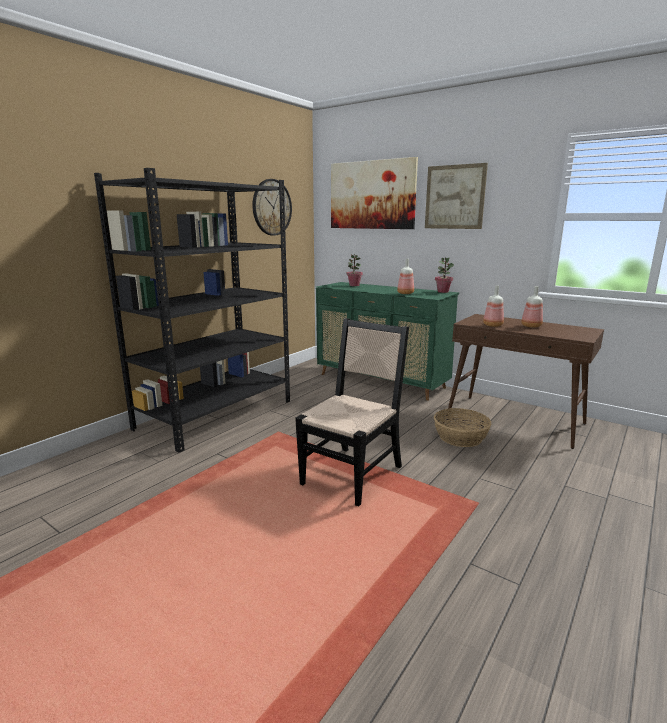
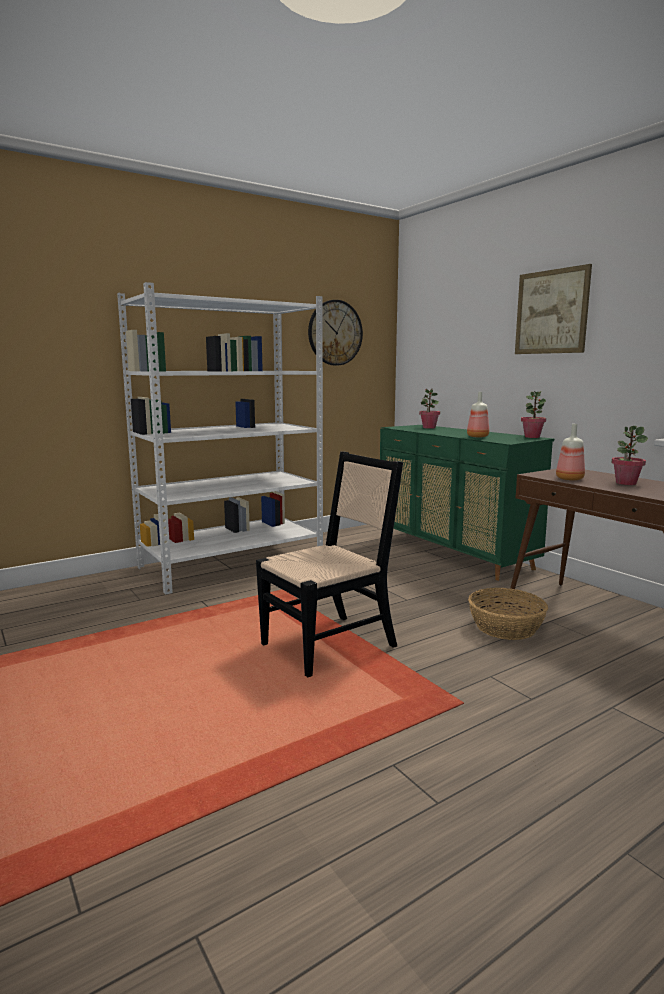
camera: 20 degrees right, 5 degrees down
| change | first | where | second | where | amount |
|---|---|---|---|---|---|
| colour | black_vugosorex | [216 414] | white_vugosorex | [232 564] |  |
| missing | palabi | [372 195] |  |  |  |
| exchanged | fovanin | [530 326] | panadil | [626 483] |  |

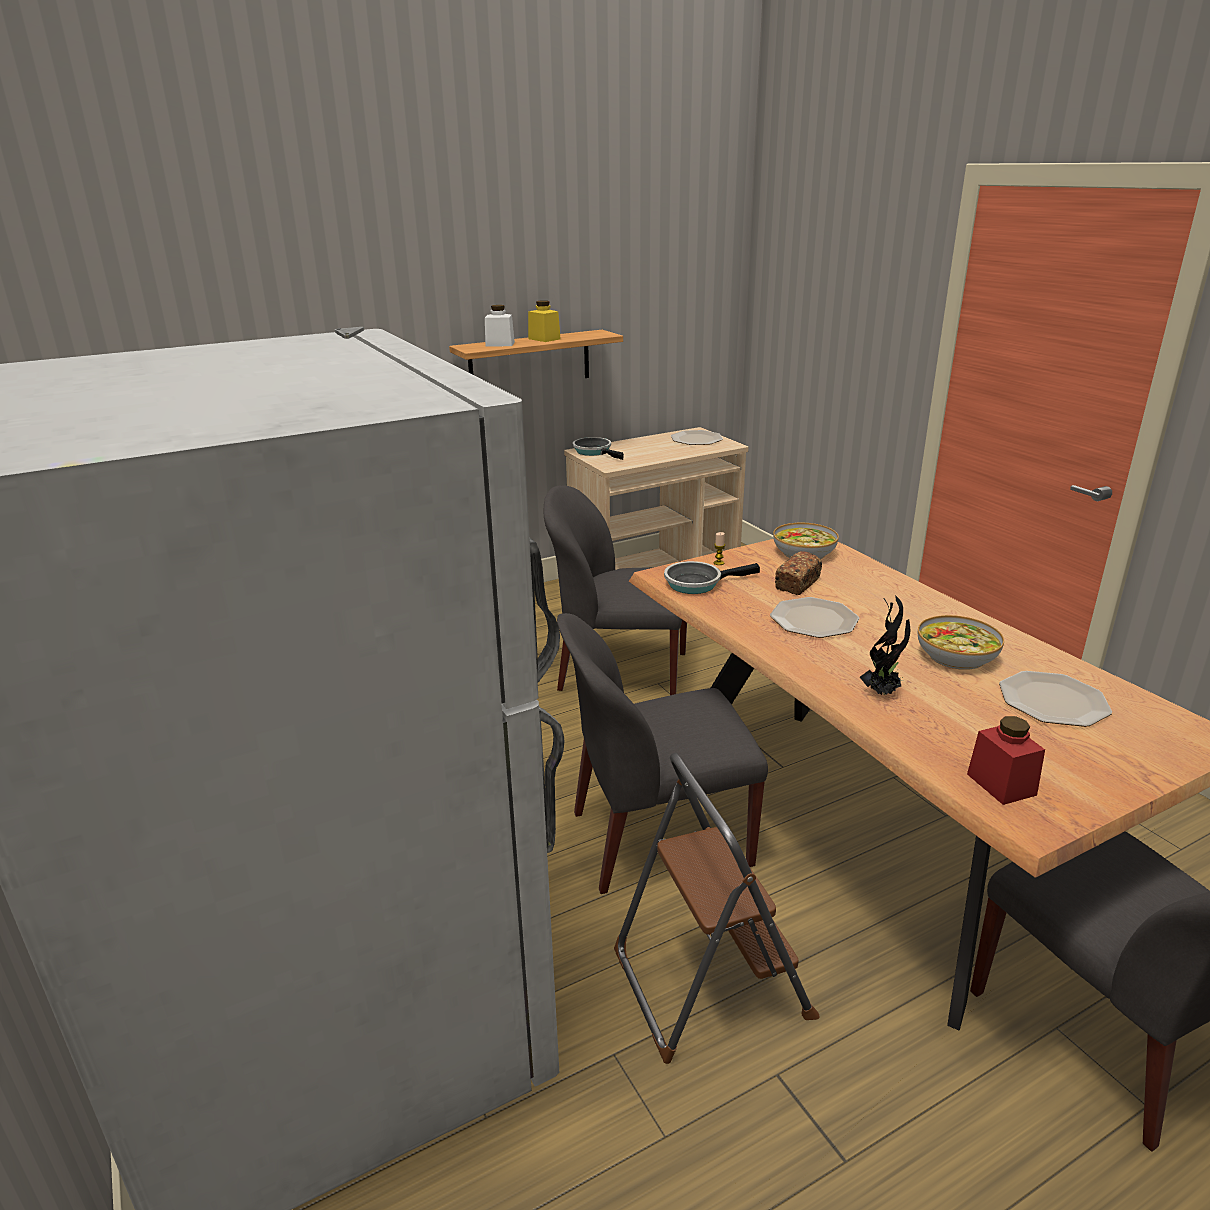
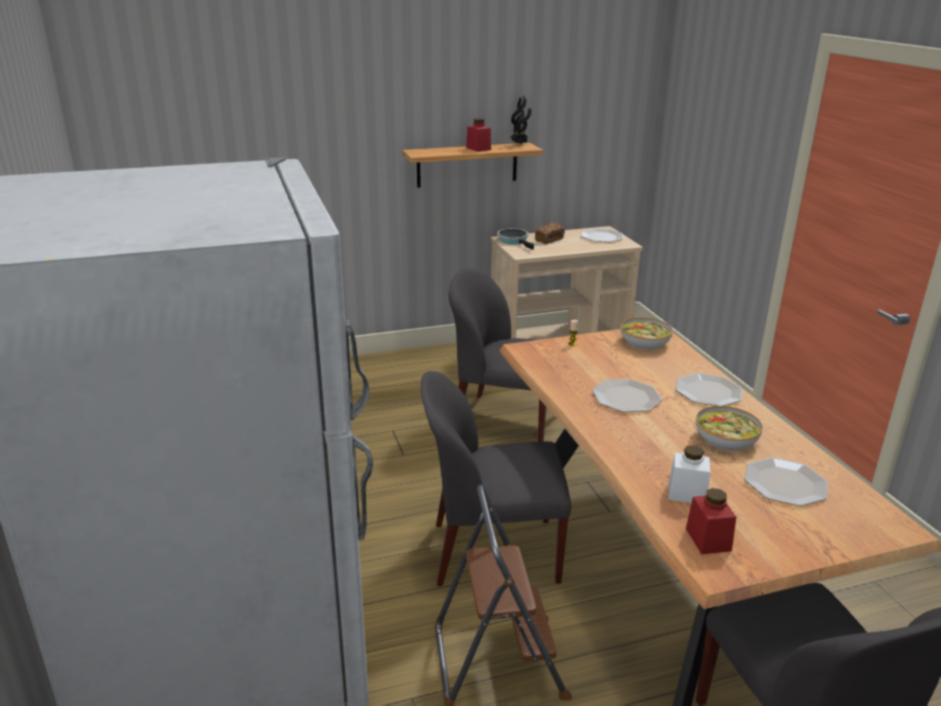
camera: 10 degrees right, 0 degrees up
| change | first | where | second | where | amount |
|---|---|---|---|---|---|
| relocated | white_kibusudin | [500 344] |  | [687 493] |  |
| colour | yellow_kibusudin | [544 339] | red_kibusudin | [478 149] |  |
| missing | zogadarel | [697 583] |  |  |  |
| relocated | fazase | [797 584] |  | [549 240] |  |
| relocated | panadil | [882 692] |  | [520 144] |  |
| appeared |  |  | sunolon | [709 392] |  |

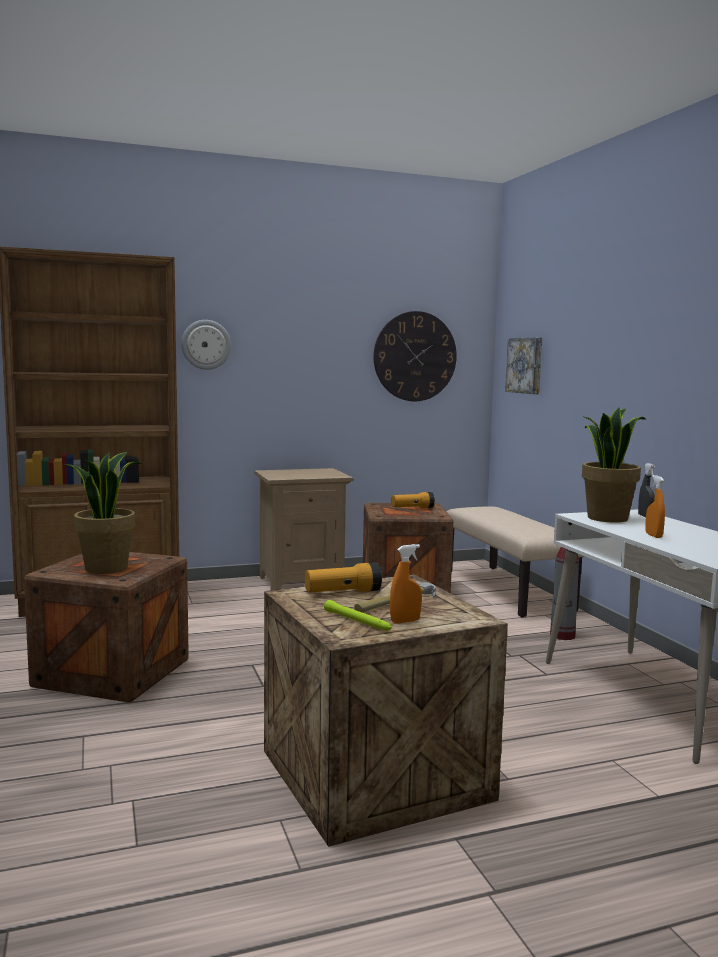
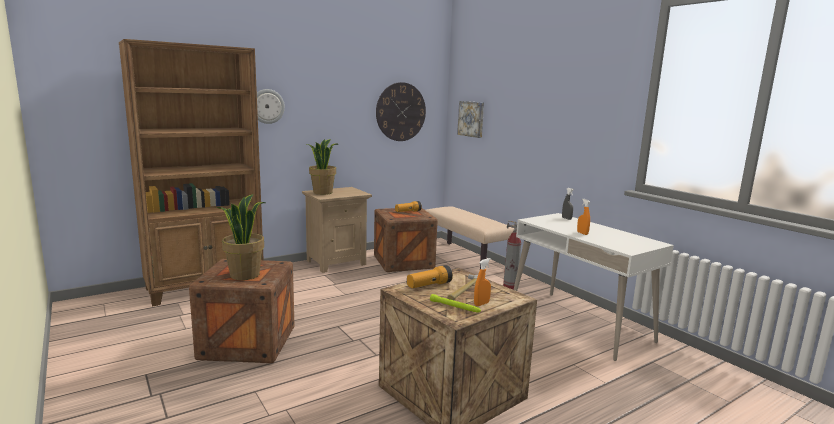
camera: 15 degrees left, 5 degrees up
| change | first | where | second | where | amount |
|---|---|---|---|---|---|
| relocated | panadil | [607 518] |  | [322 192] |  |

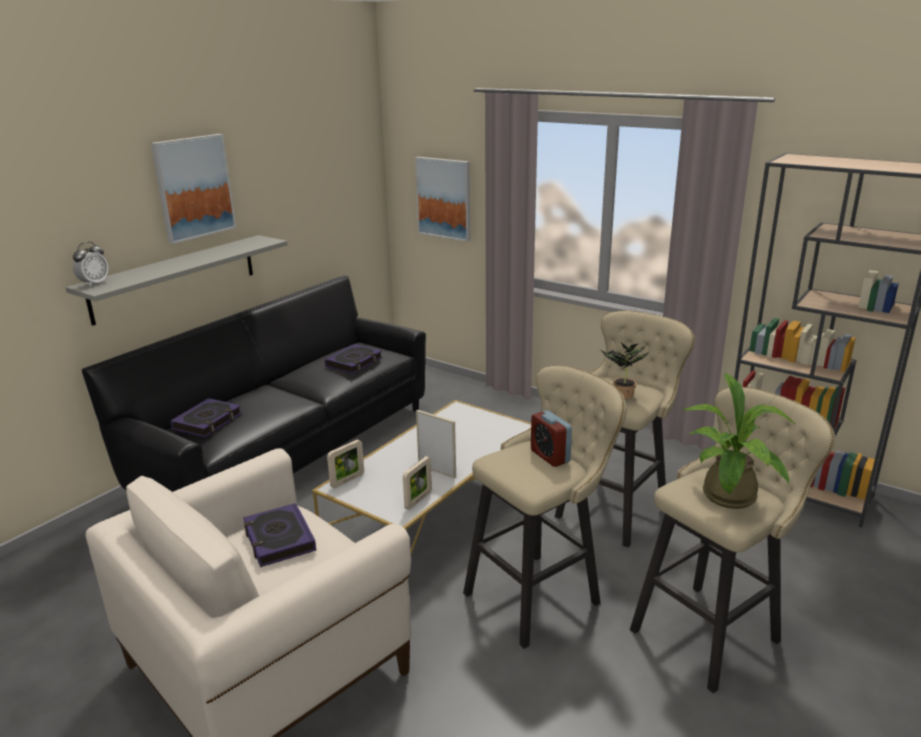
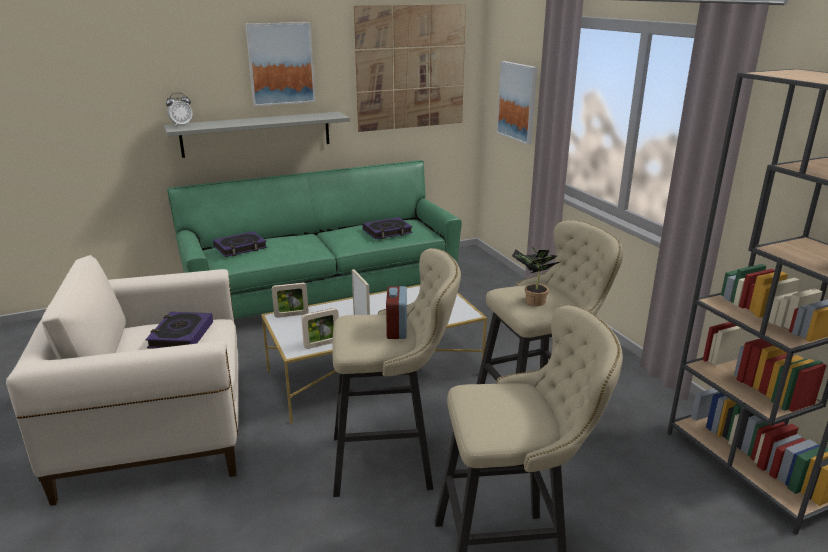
camera: 30 degrees right, 0 degrees up
| change | first | where | second | where | amount |
|---|---|---|---|---|---|
| colour | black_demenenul | [289 451] | green_demenenul | [324 293] |  |
| missing | panadil | [729 500] |  |  |  |
| appeared |  |  | palabi | [411 68] |  |

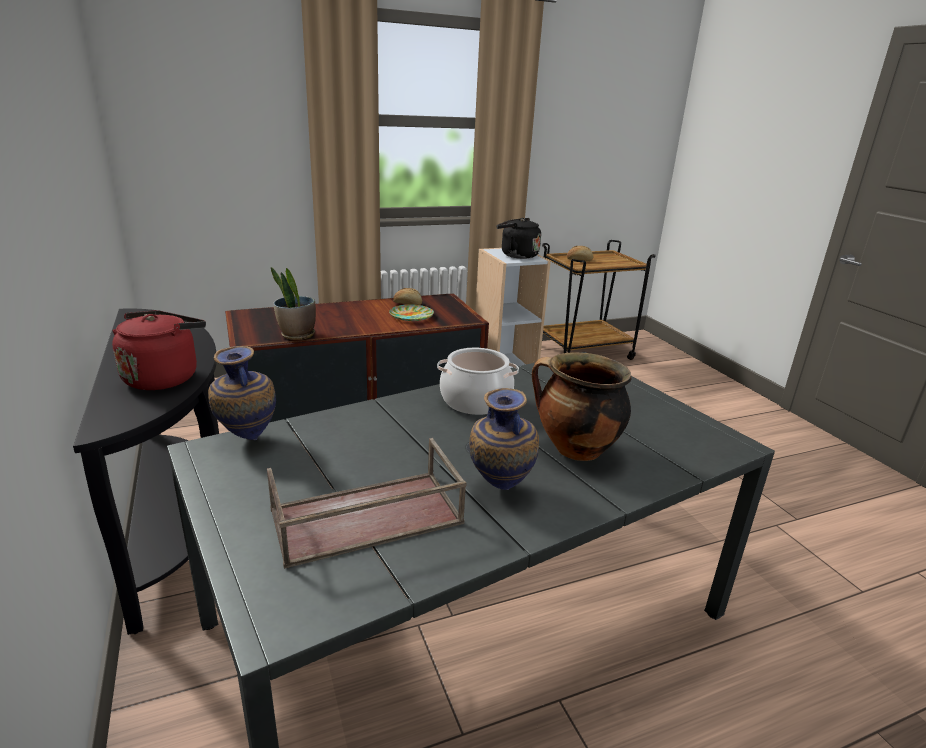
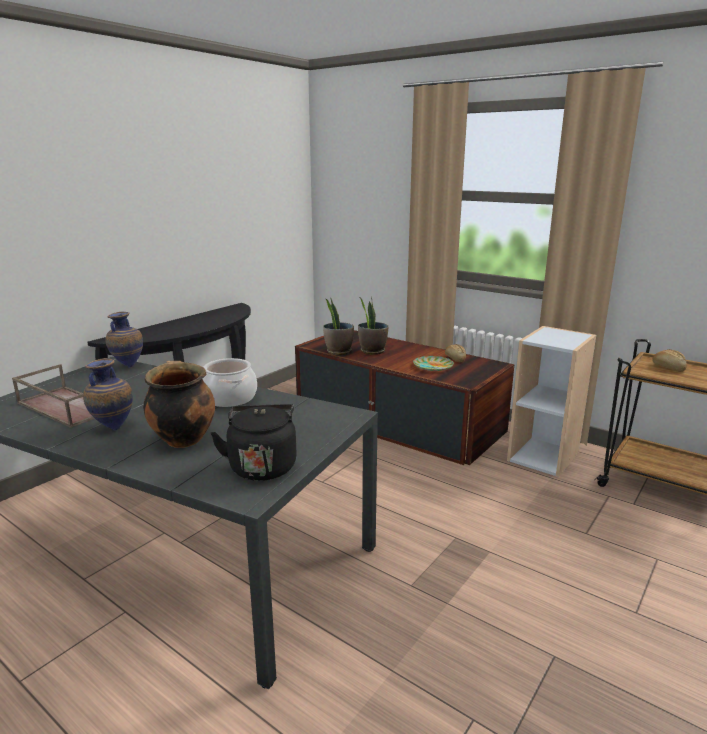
camera: 60 degrees right, 5 degrees down
| change | first | where | second | where | amount |
|---|---|---|---|---|---|
| missing | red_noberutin | [164 377] |  |  |  |
| relocated | black_noberutin | [516 255] |  | [262 466] |  |
| appeared |  |  | panadil | [372 351] |  |

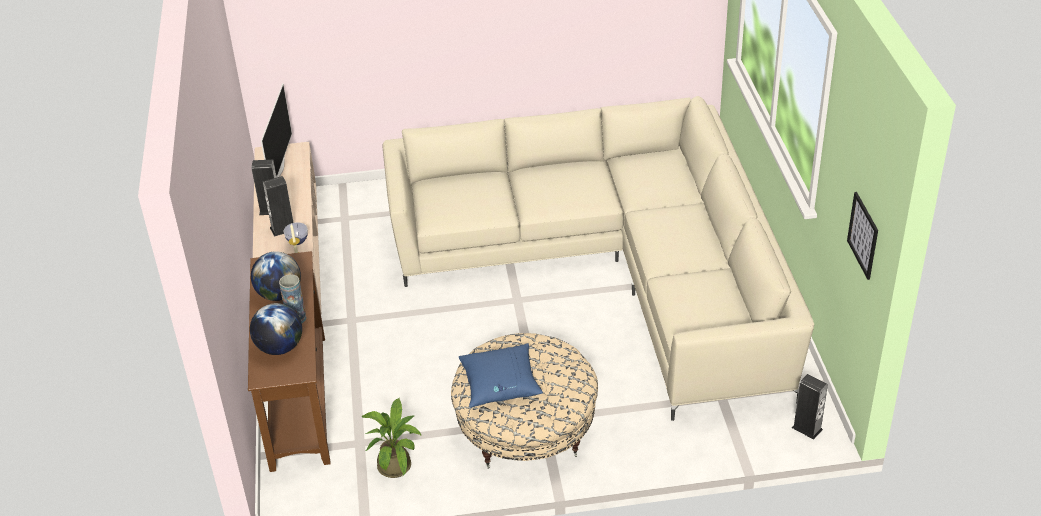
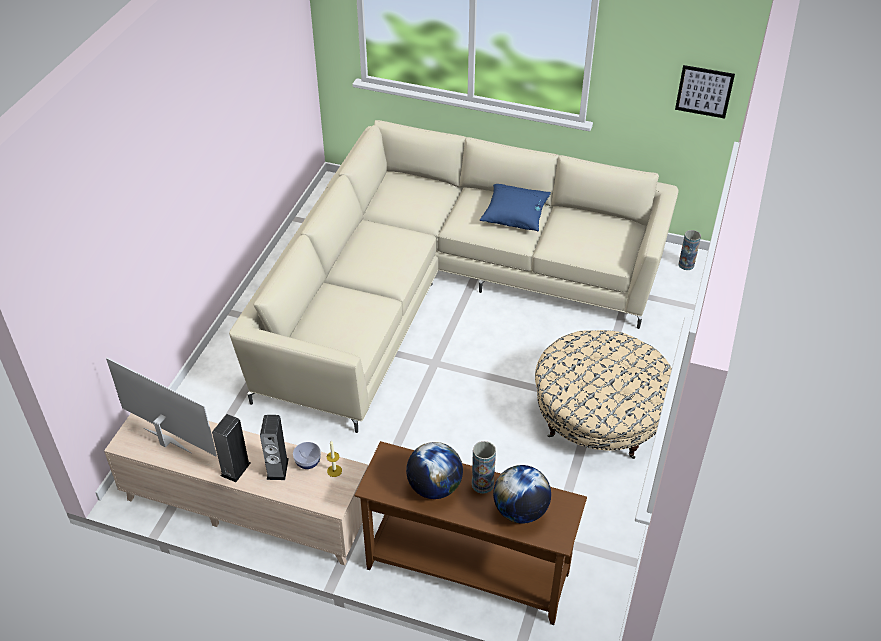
camera: 65 degrees left, 5 degrees up
| change | first | where | second | where | amount |
|---|---|---|---|---|---|
| missing | panadil | [396 463] |  |  |  |
| relocated | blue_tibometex | [500 385] |  | [515 215] |  |
| exchanged | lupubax | [807 428] | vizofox | [686 265] |  |

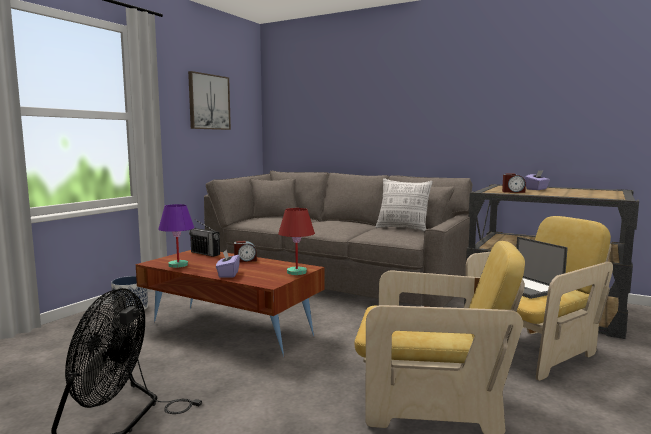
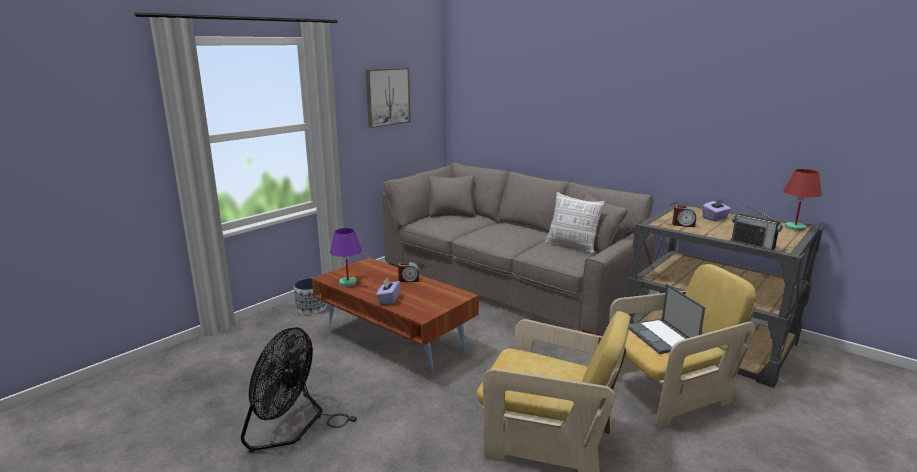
camera: 10 degrees right, 10 degrees up
| change | first | where | second | where | amount |
|---|---|---|---|---|---|
| relocated | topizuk | [205 253] |  | [753 244] |  |
| relocated | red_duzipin | [297 272] |  | [795 227] |  |

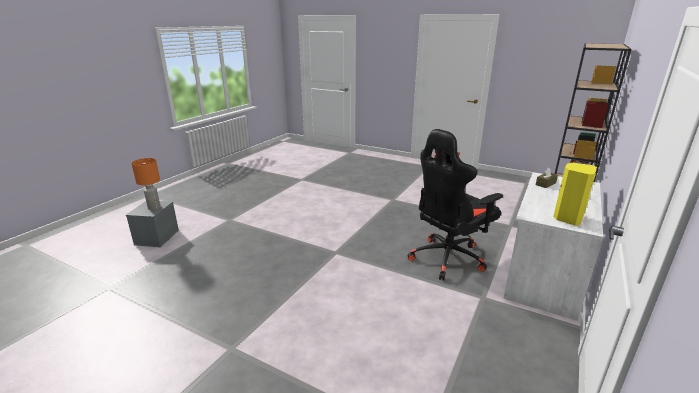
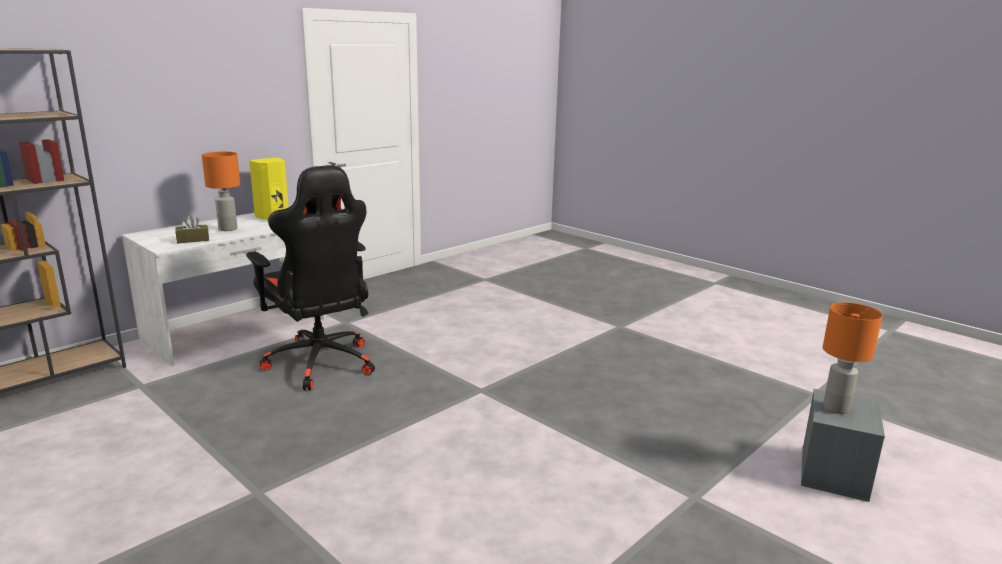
camera: 165 degrees left, 5 degrees down
| change | first | where | second | where | amount |
|---|---|---|---|---|---|
| spun | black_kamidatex | [451 256] |  | [317 360] | 75 degrees clockwise |
| appeared |  |  | orange_duzipin | [227 229] |  |

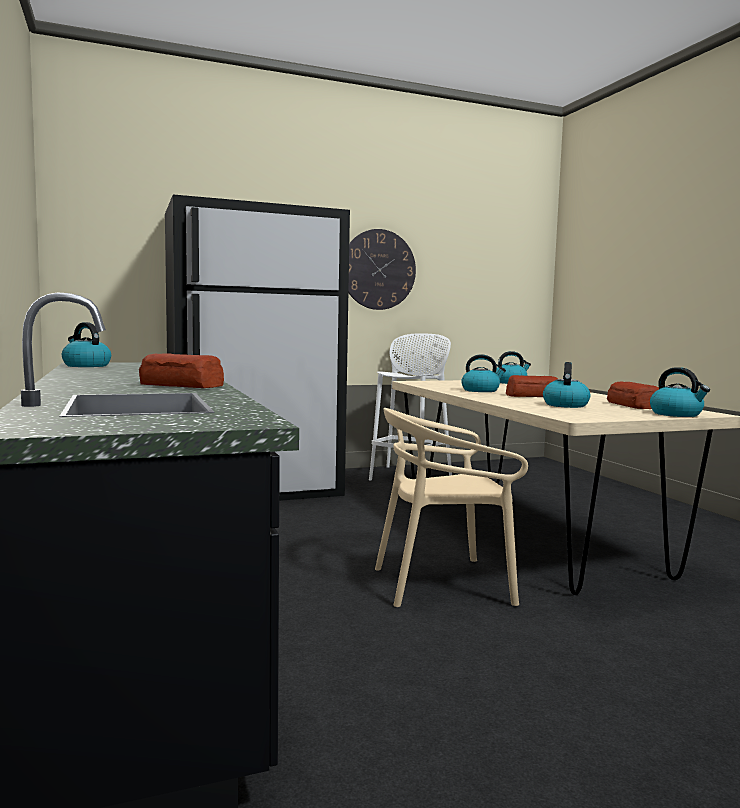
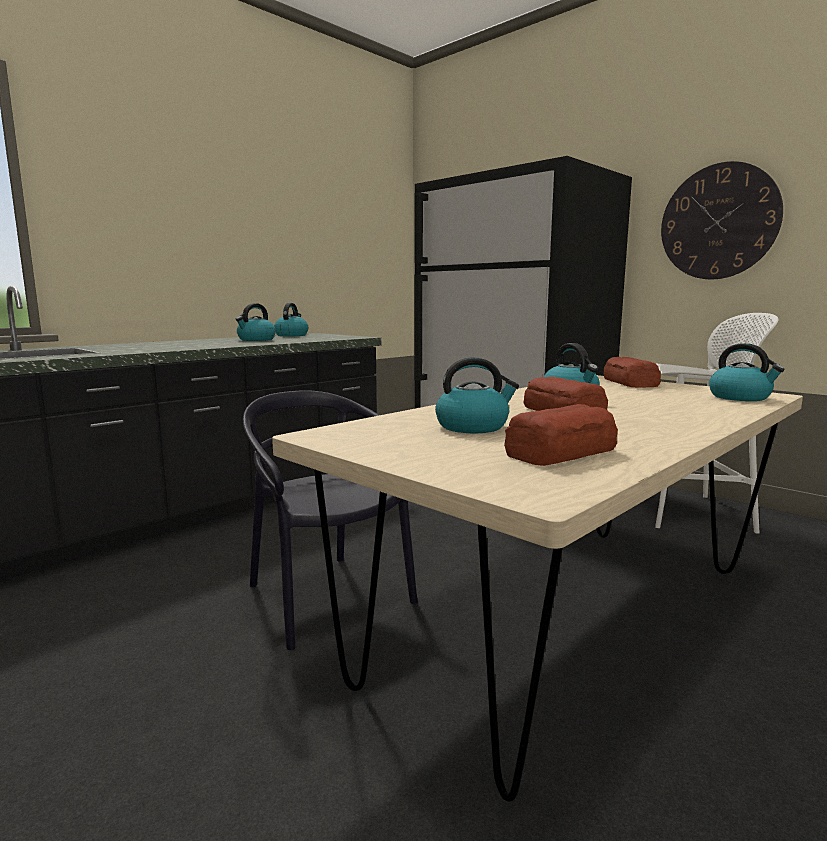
camera: 65 degrees right, 5 degrees up
| change | first | where | second | where | amount |
|---|---|---|---|---|---|
| relocated | fazase | [182 385] |  | [630 383] |  |
| colour | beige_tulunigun | [443 584] | black_tulunigun | [327 598] |  |
| relocated | noberutin | [677 414] |  | [256 340] |  |

